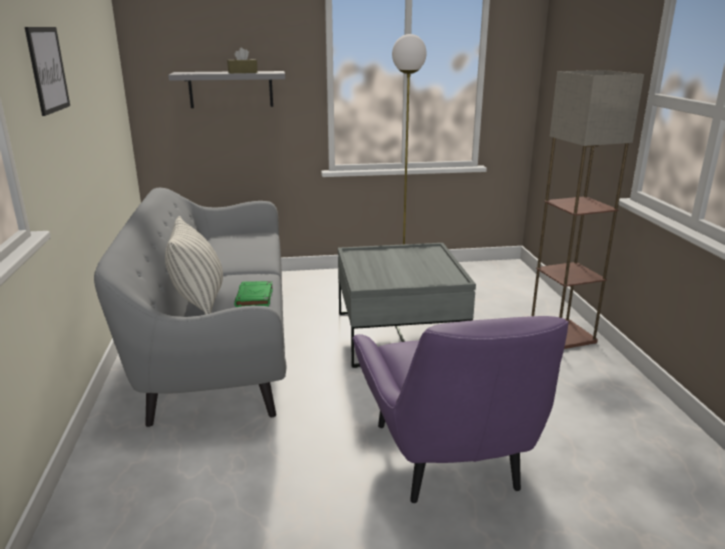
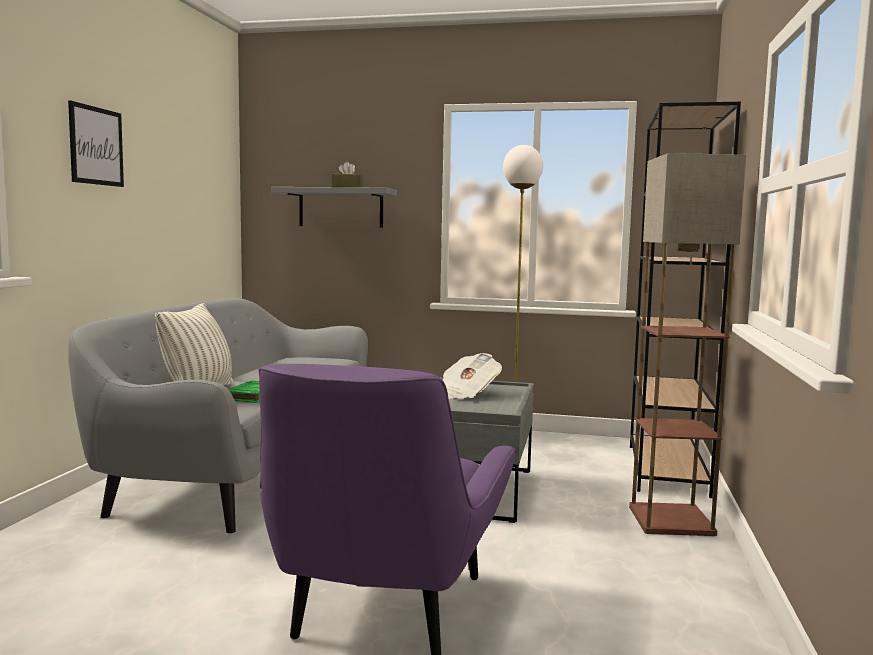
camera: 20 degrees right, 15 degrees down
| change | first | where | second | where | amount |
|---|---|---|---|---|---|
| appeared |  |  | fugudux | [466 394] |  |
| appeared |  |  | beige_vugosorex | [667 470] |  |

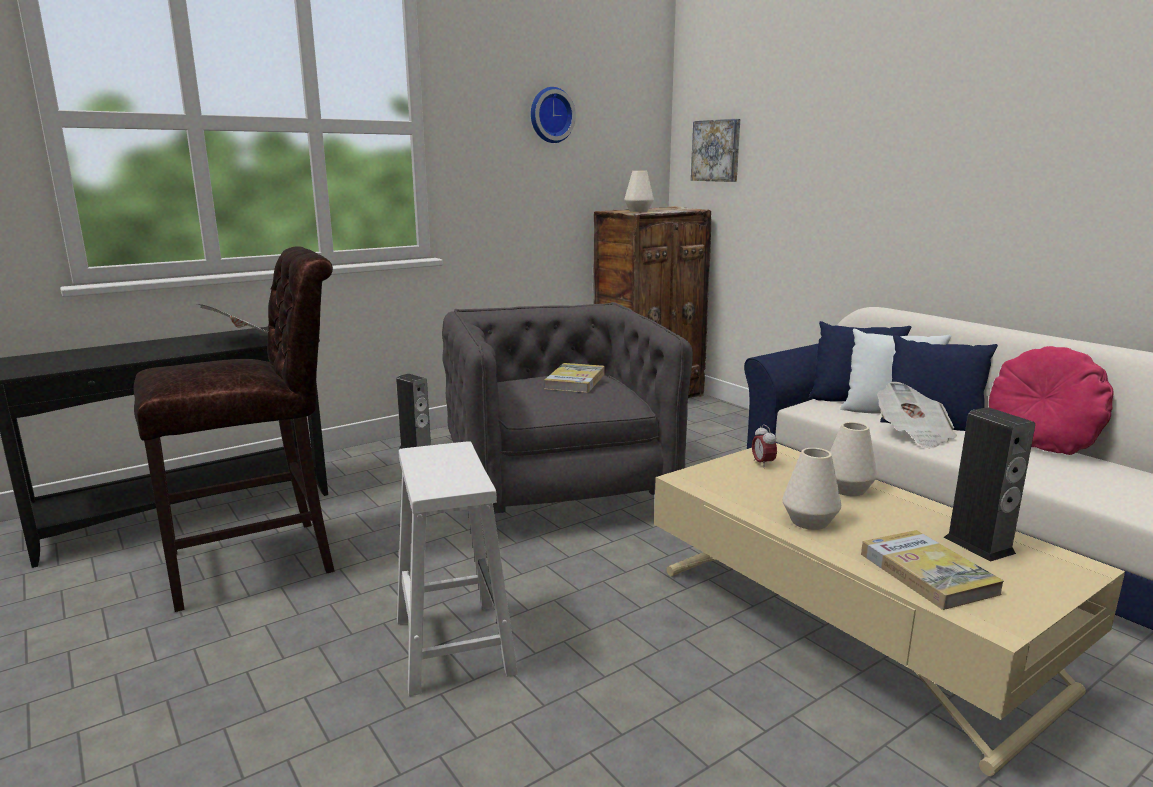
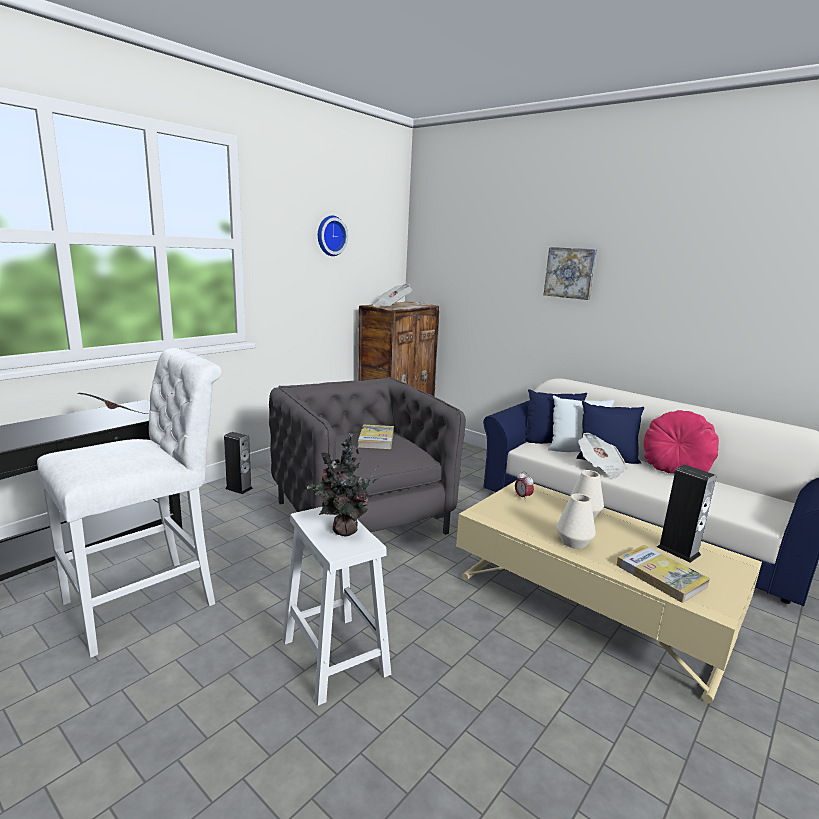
camera: 15 degrees left, 0 degrees up
| change | first | where | second | where | amount |
|---|---|---|---|---|---|
| colour | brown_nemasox | [262 560] | white_nemasox | [149 600] |  |
| exchanged | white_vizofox | [638 211] | fugudux | [391 306] |  |
| relocated | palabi | [717 150] |  | [570 273] |  |
| appeared |  |  | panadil | [343 531] |  |

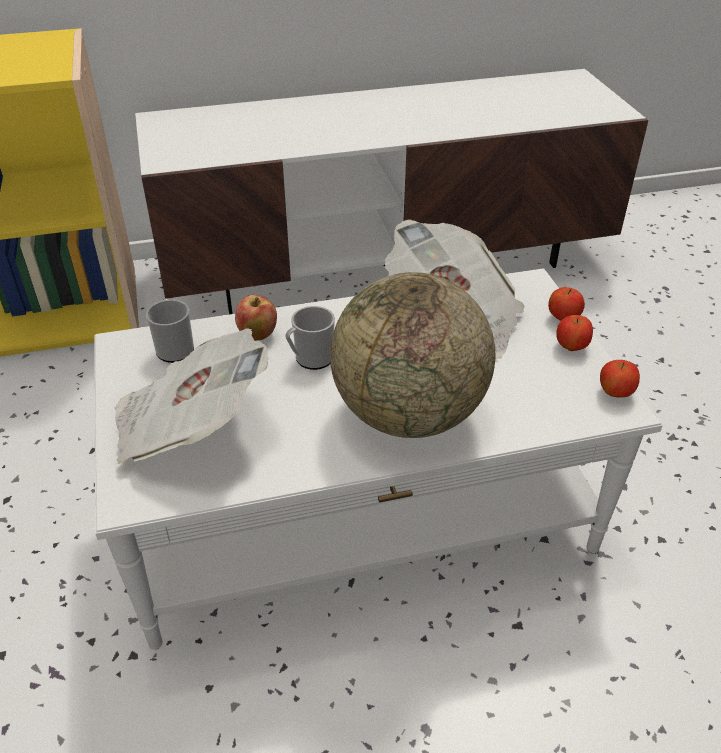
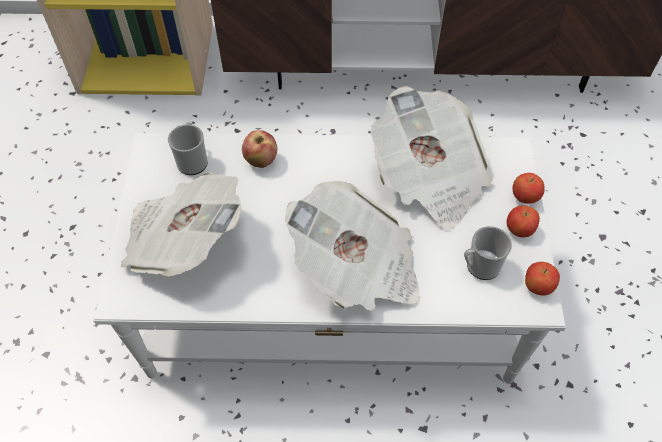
camera: 15 degrees right, 15 degrees up
| change | first | where | second | where | amount |
|---|---|---|---|---|---|
| relocated | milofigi | [310 359] |  | [479 266] |  |
| exchanged | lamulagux | [409 414] | fugudux | [357 268] |  |

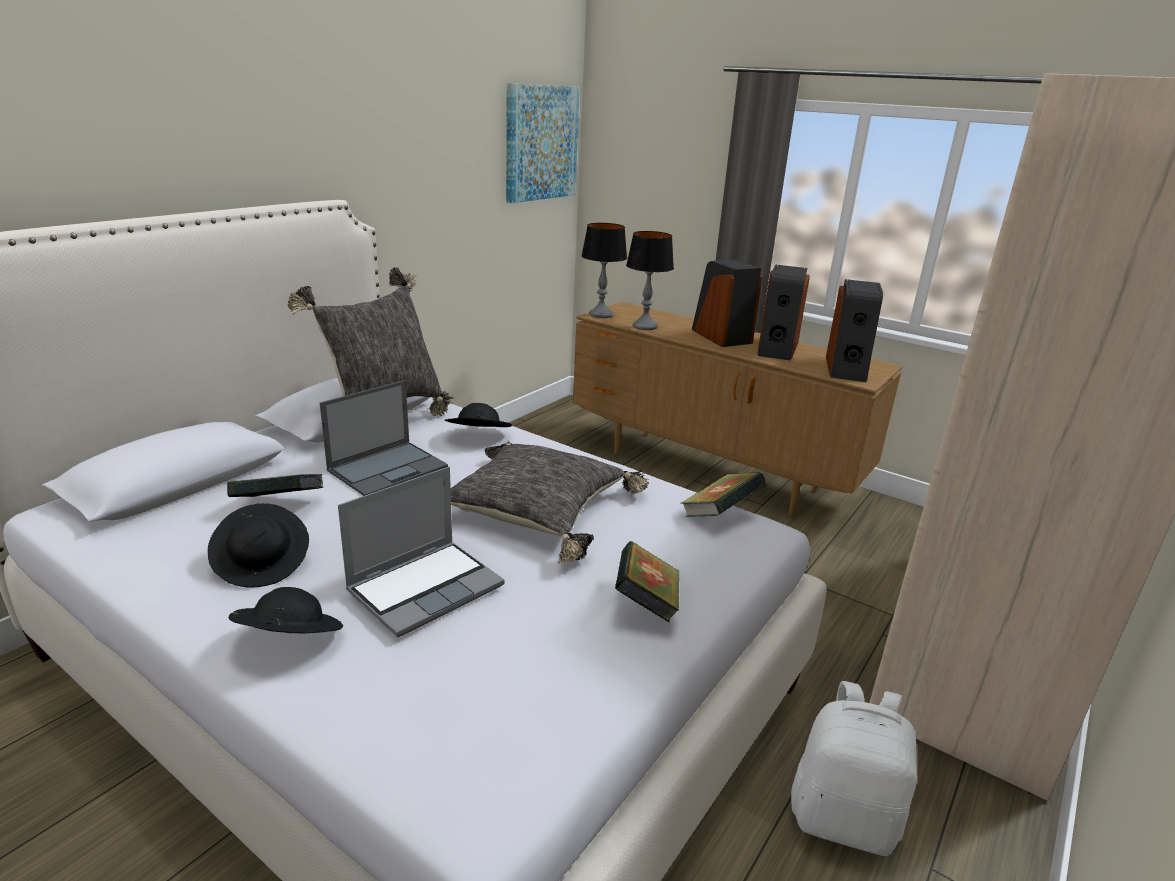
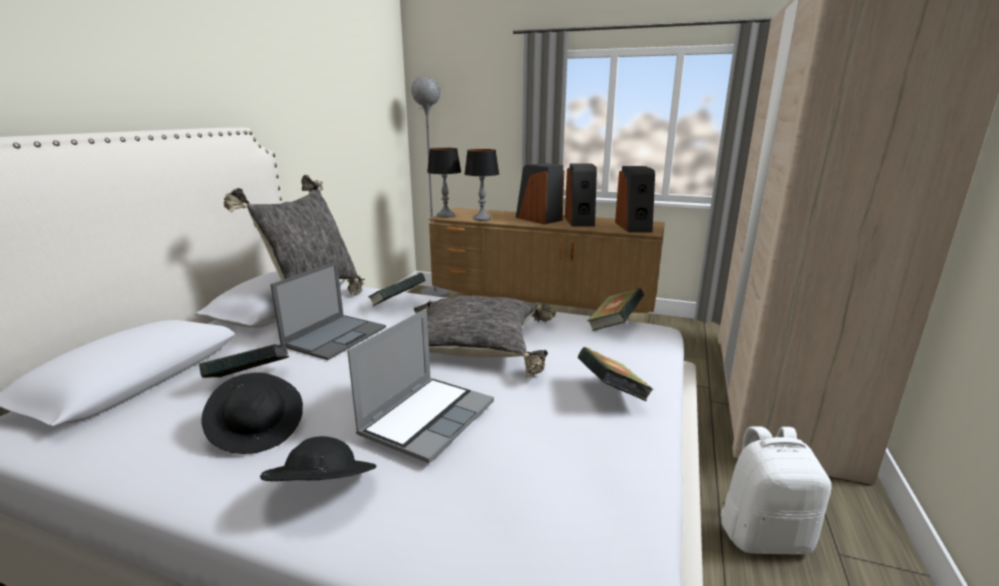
camera: 15 degrees left, 5 degrees down
| change | first | where | second | where | amount |
|---|---|---|---|---|---|
| exchanged | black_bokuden | [478 437] | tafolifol | [397 304] |  |
| missing | palabi | [541 143] |  |  |  |
| appeared |  |  | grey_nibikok | [435 294] |  |

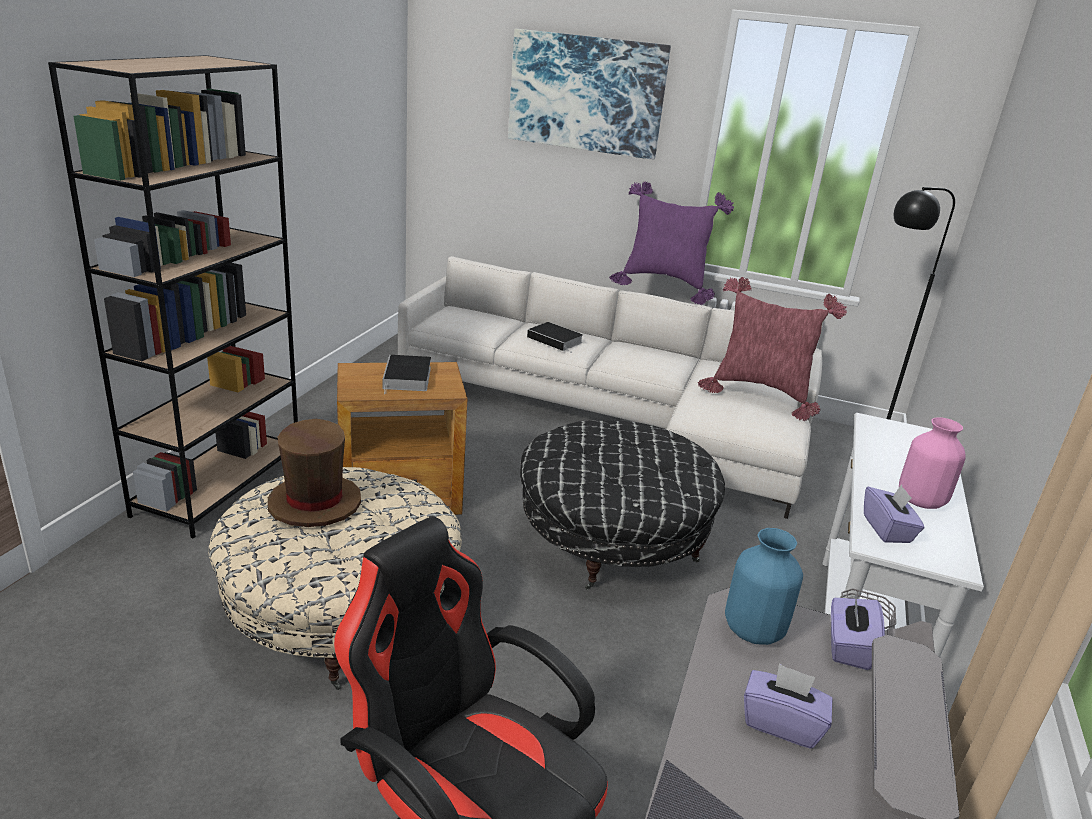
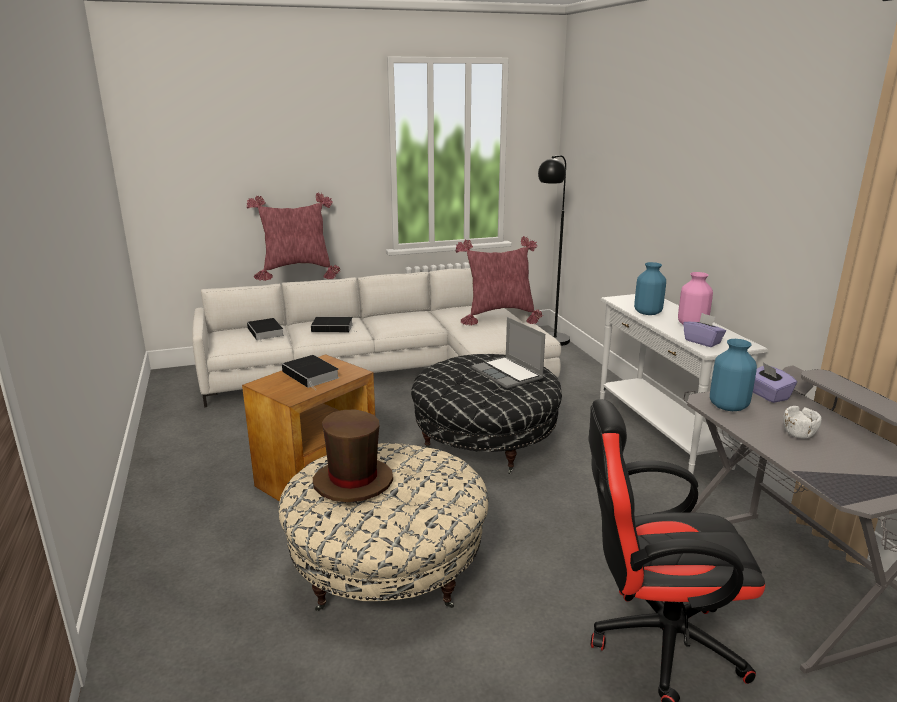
camera: 35 degrees left, 5 degrees down
| change | first | where | second | where | amount |
|---|---|---|---|---|---|
| missing | beige_vugosorex | [219 484] |  |  |  |
| missing | palabi | [586 93] |  |  |  |
| missing | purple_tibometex | [663 292] |  |  |  |
| exchanged | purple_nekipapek | [781 723] | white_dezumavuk | [798 434] |  |
| appeared |  |  | red_tibometex | [297 278] |  |
| appeared |  |  | tafolifol | [266 332] |  |
| appeared |  |  | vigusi | [508 374] |  |
| appeared |  |  | blue_vizofox | [648 313] |  |

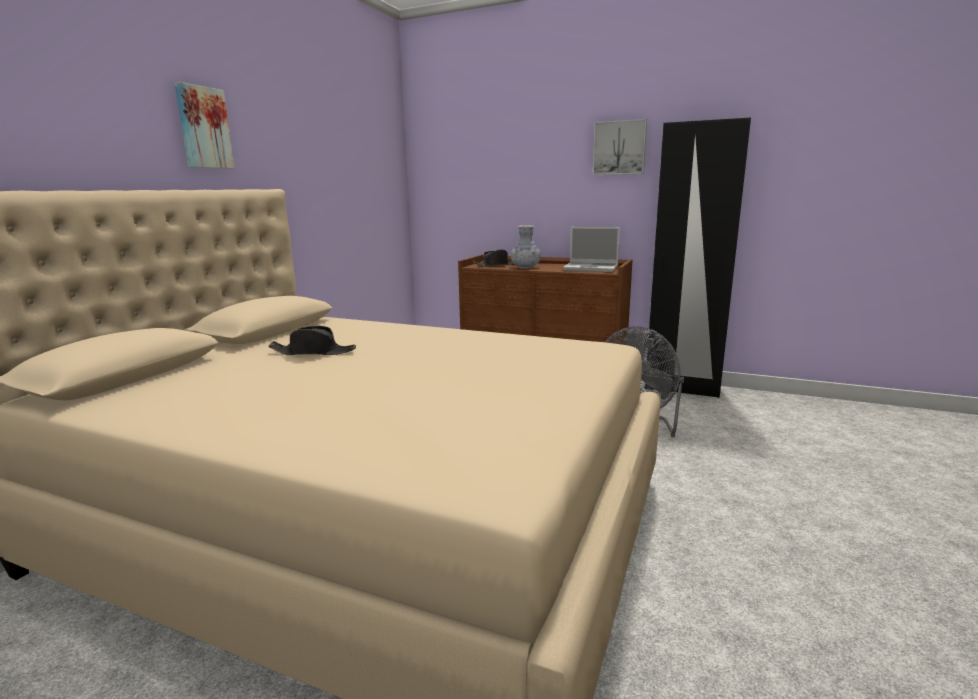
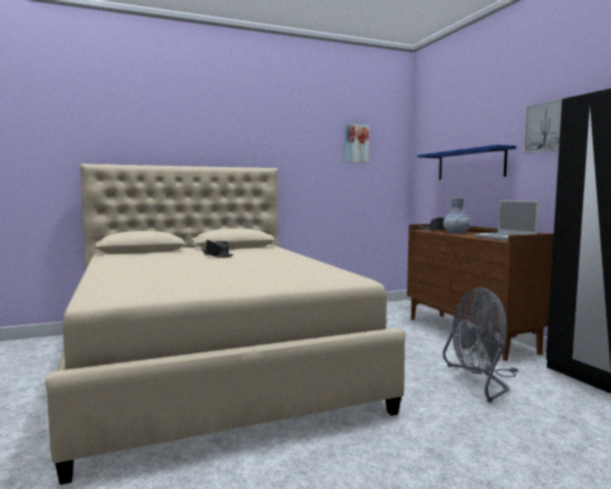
camera: 45 degrees right, 10 degrees down
| change | first | where | second | where | amount |
|---|---|---|---|---|---|
| relocated | palabi | [203 128] |  | [356 143] |  |
| appeared |  |  | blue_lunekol | [470 164] |  |

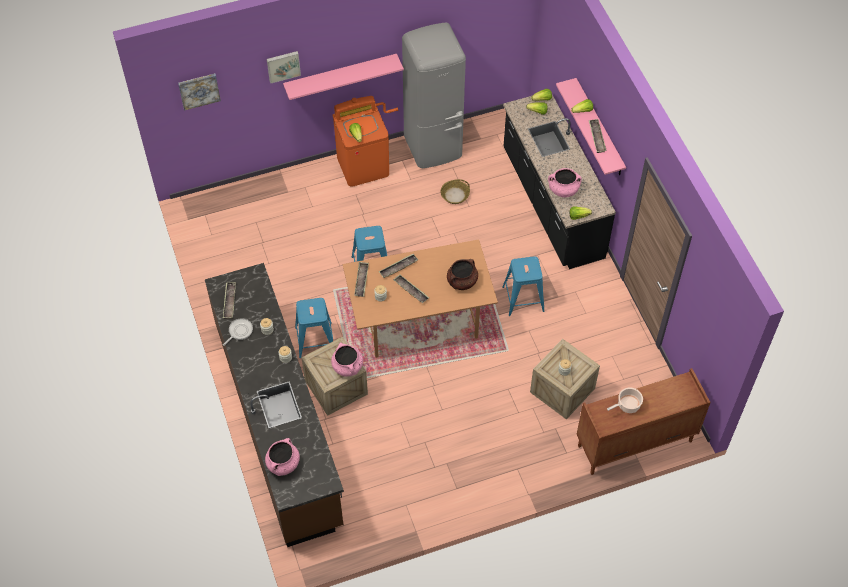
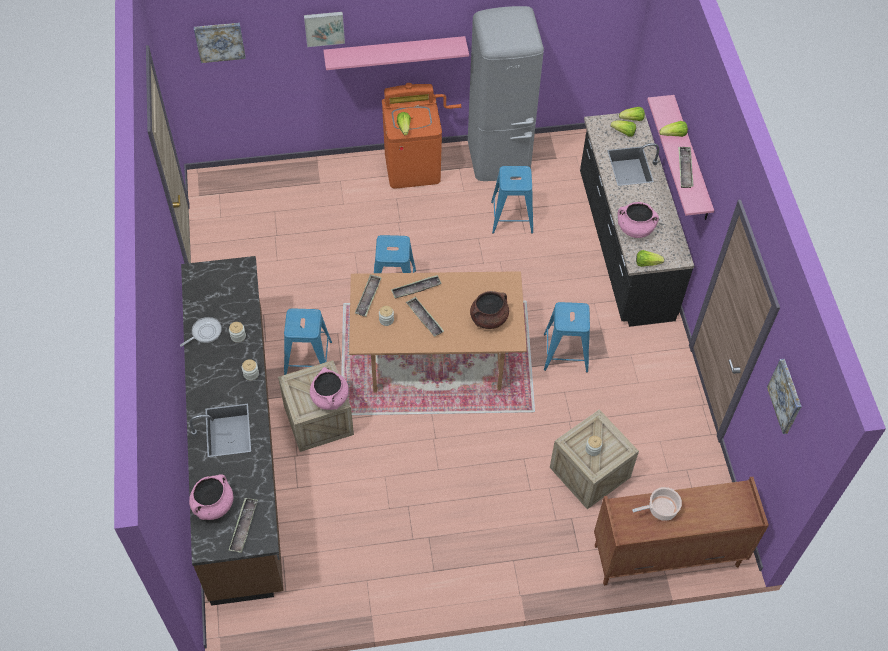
camera: 10 degrees right, 0 degrees up
| change | first | where | second | where | amount |
|---|---|---|---|---|---|
| relocated | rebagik | [229 302] |  | [243 527] |  |
| exchanged | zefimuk | [455 195] | blue_nemasox | [511 217] |  |
| appeared |  |  | palabi | [786 396] |  |

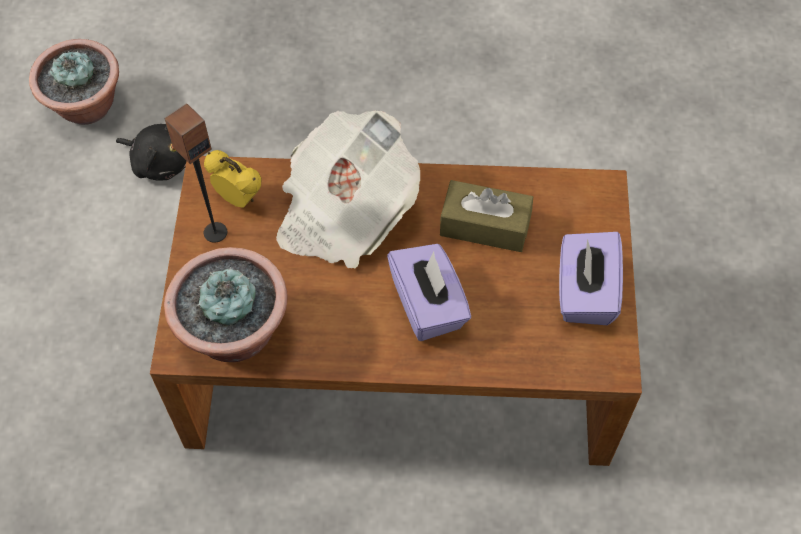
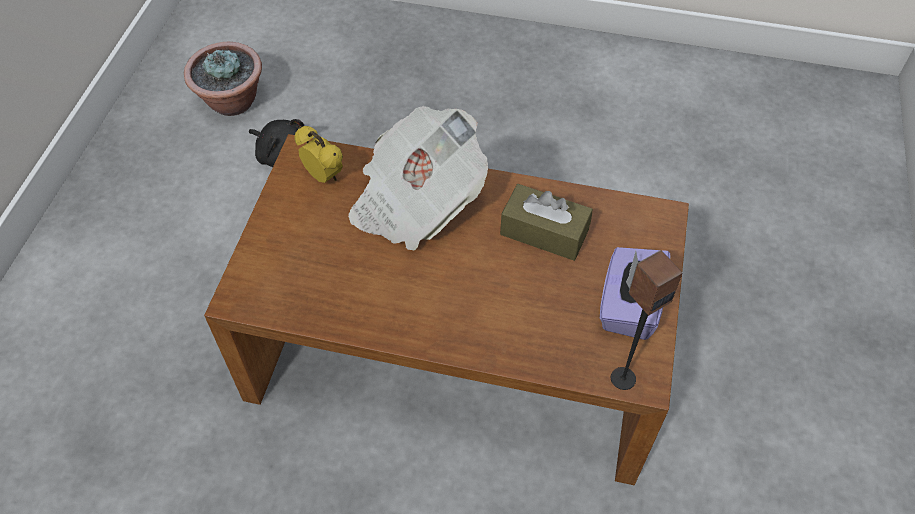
camera: 10 degrees right, 5 degrees down
| change | first | where | second | where | amount |
|---|---|---|---|---|---|
| relocated | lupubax | [215 232] |  | [622 378] |  |
| missing | panadil | [234 333] |  |  |  |
| missing | purple_nekipapek | [428 305] |  |  |  |

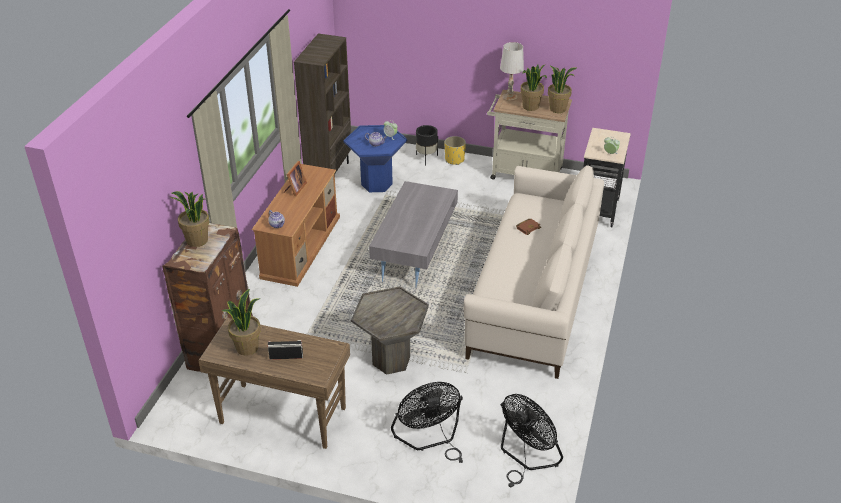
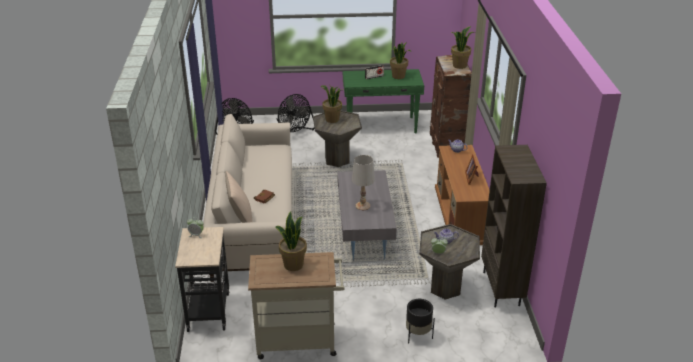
camera: 160 degrees right, 5 degrees down
| change | first | where | second | where | amount |
|---|---|---|---|---|---|
| colour | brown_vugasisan | [282 416] | green_vugasisan | [381 126] |  |
| colour | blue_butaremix | [376 184] | grey_butaremix | [445 288] |  |
| missing | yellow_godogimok | [454 160] |  |  |  |
| relocated | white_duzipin | [509 97] |  | [363 206] |  |
| relocated | panadil | [558 109] |  | [332 119] |  |
| appeared |  |  | beige_tibometex | [240 219] |  |

